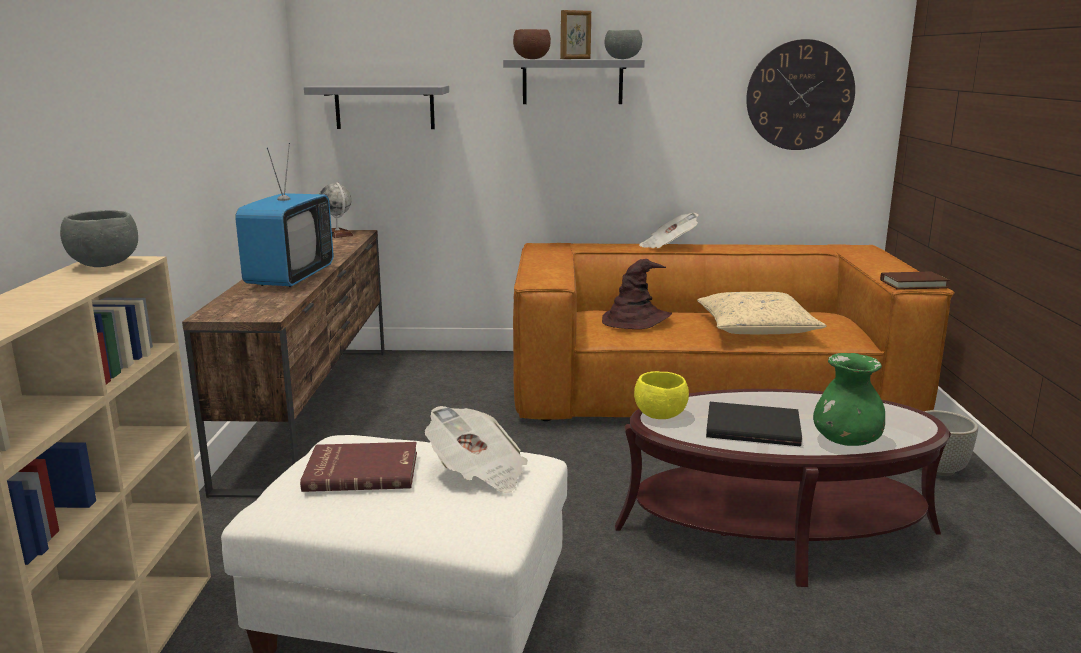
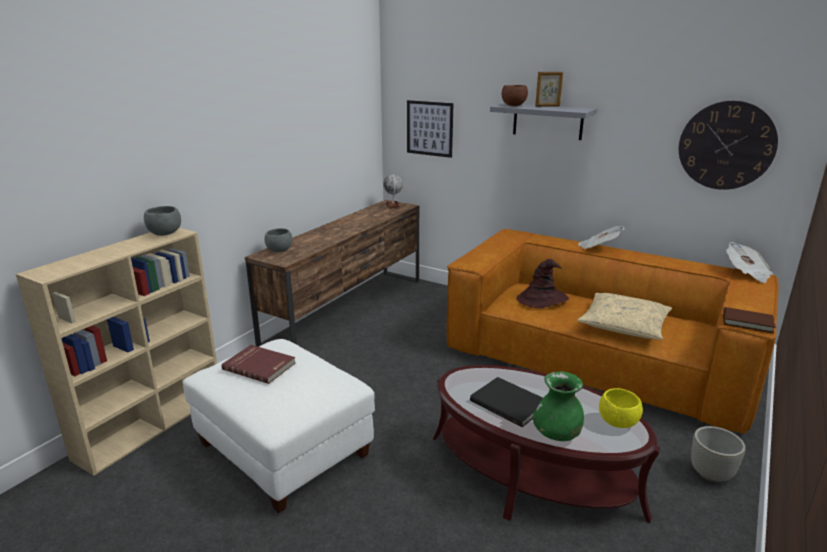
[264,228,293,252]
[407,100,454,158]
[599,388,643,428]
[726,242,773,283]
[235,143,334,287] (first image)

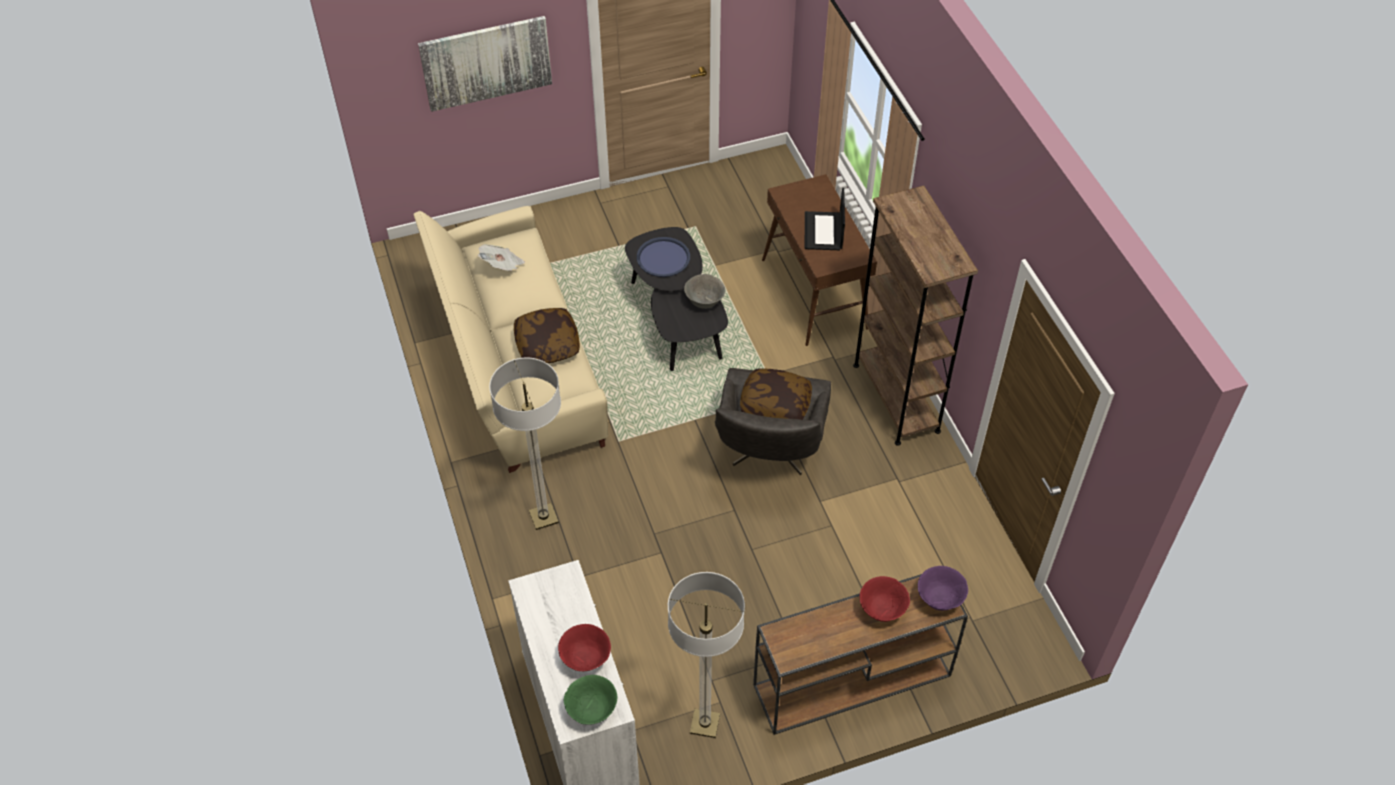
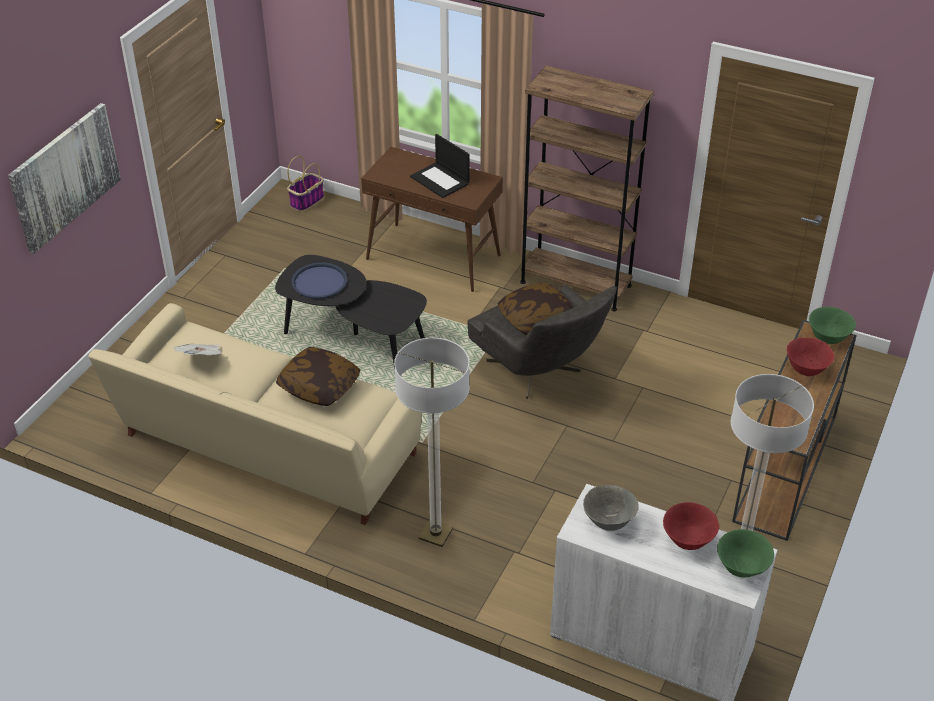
[287,156,324,212]
[583,485,639,531]
[809,307,856,344]

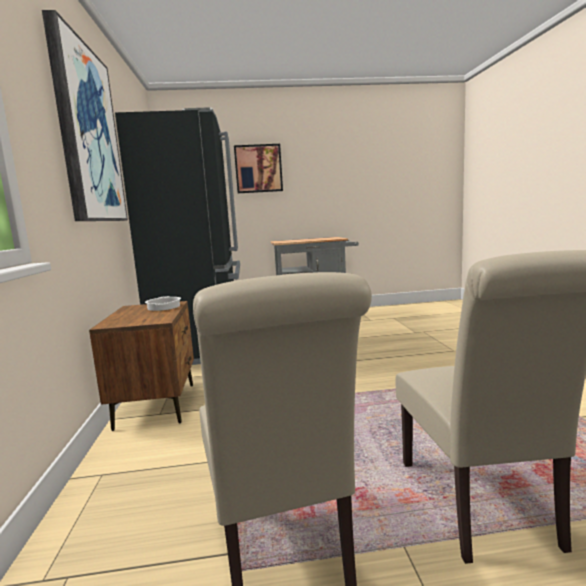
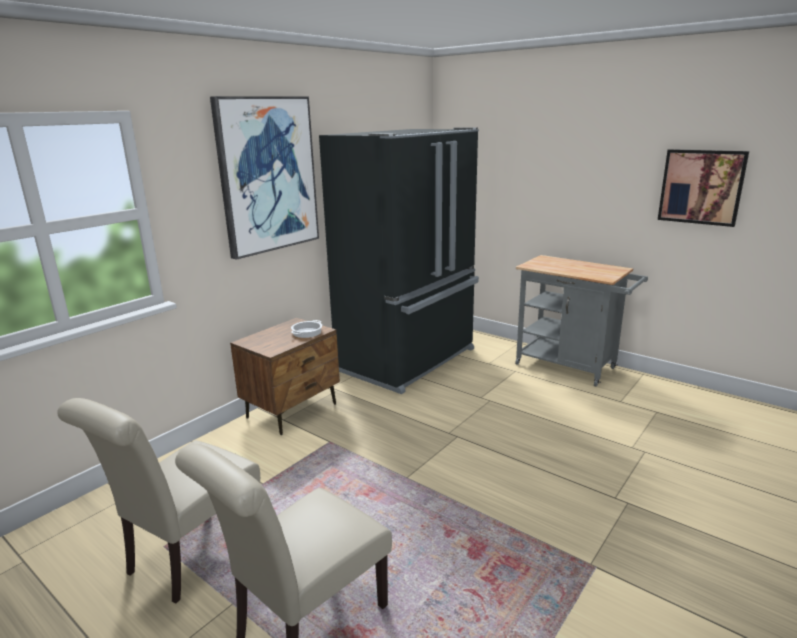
[658,149,749,227]

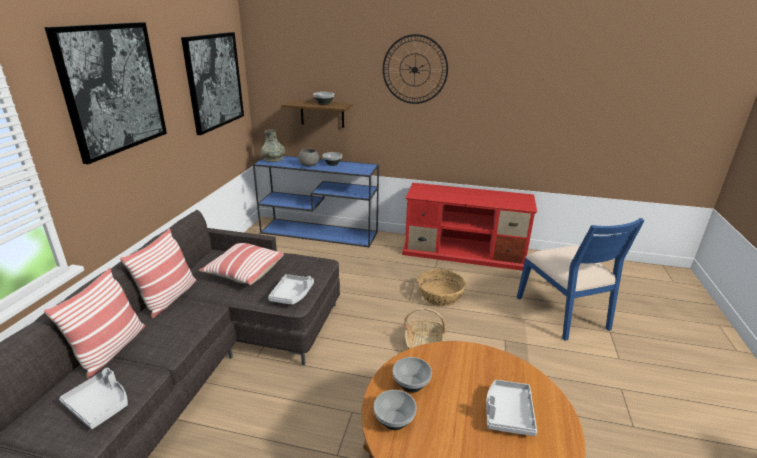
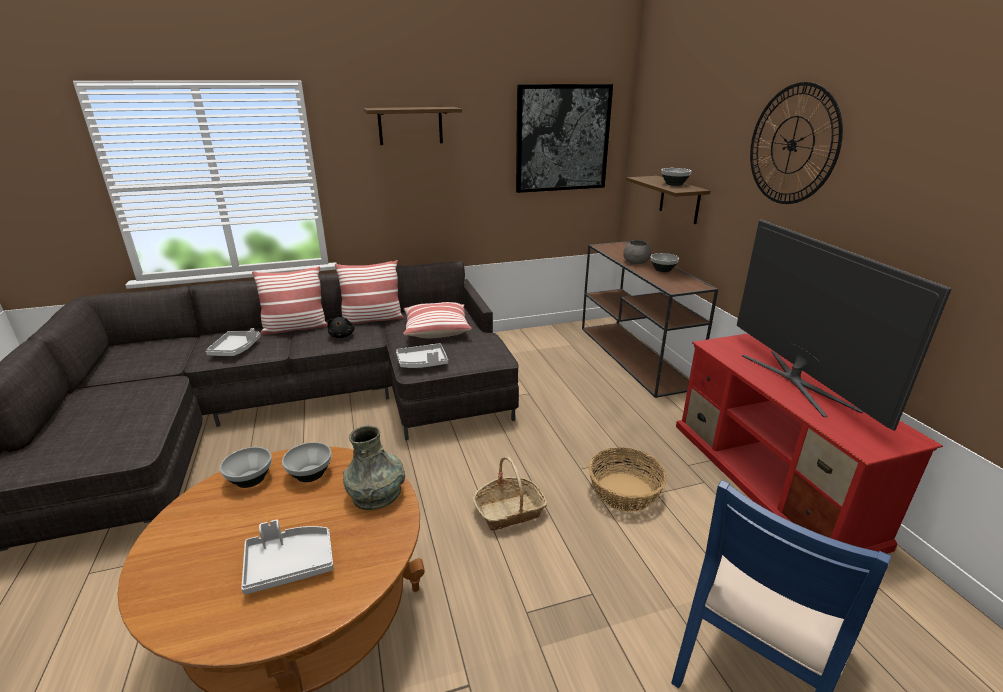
[327,317,355,338]
[343,425,405,510]
[363,107,462,145]
[582,241,718,398]
[737,220,952,430]

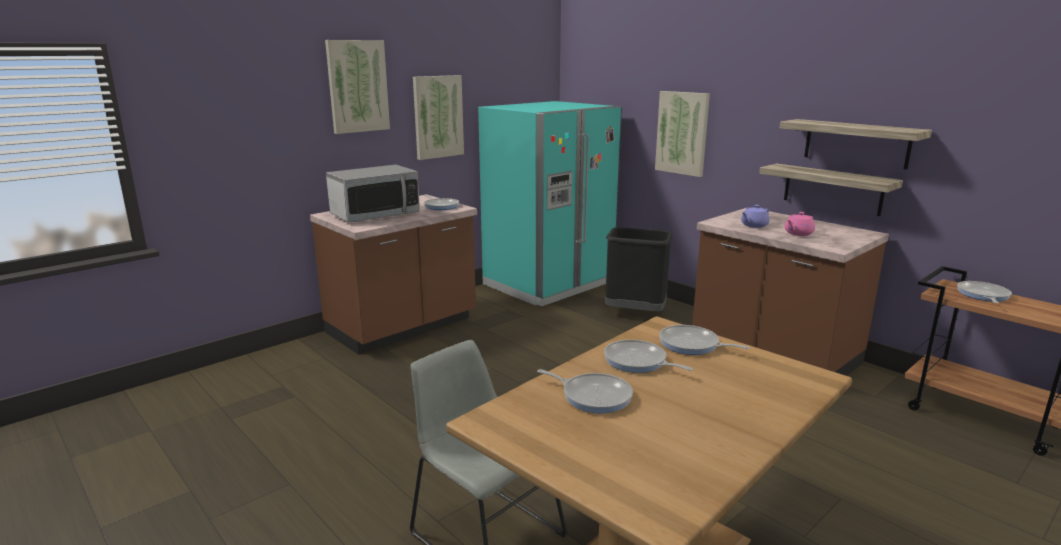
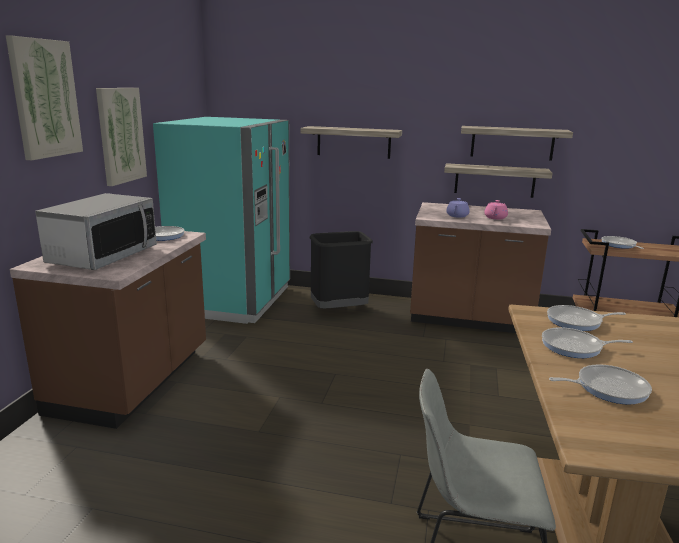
[301,126,402,159]

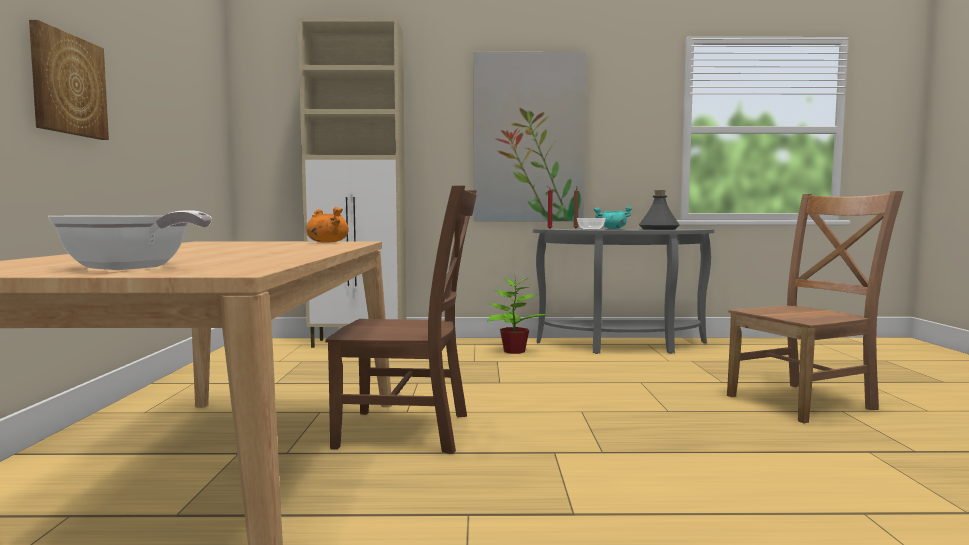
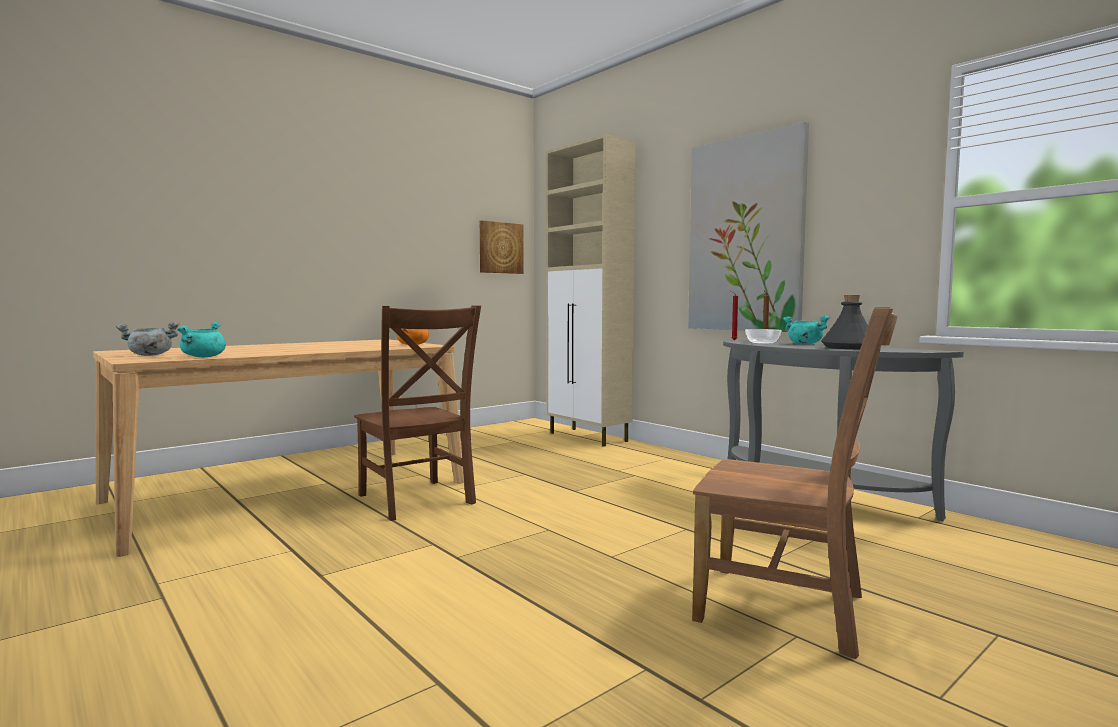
[116,322,180,356]
[177,322,226,357]
[480,220,524,274]
[487,274,547,354] (first image)

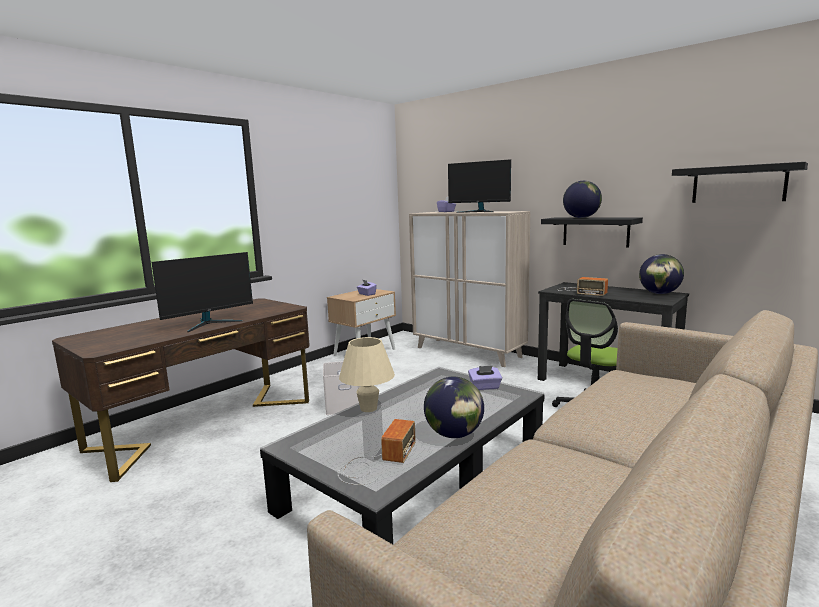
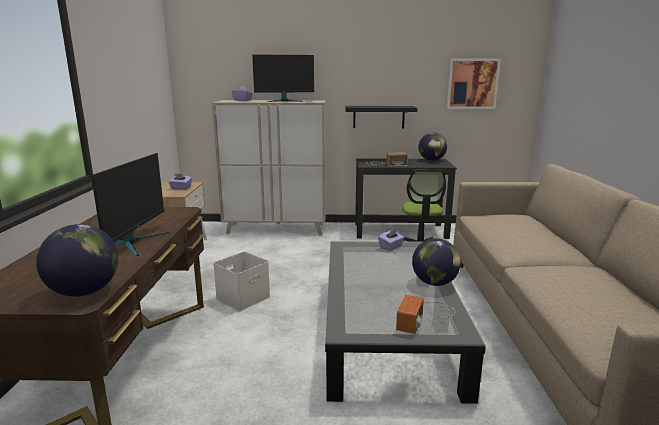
[36,224,119,297]
[396,295,455,334]
[447,59,501,109]
[339,337,395,412] (first image)

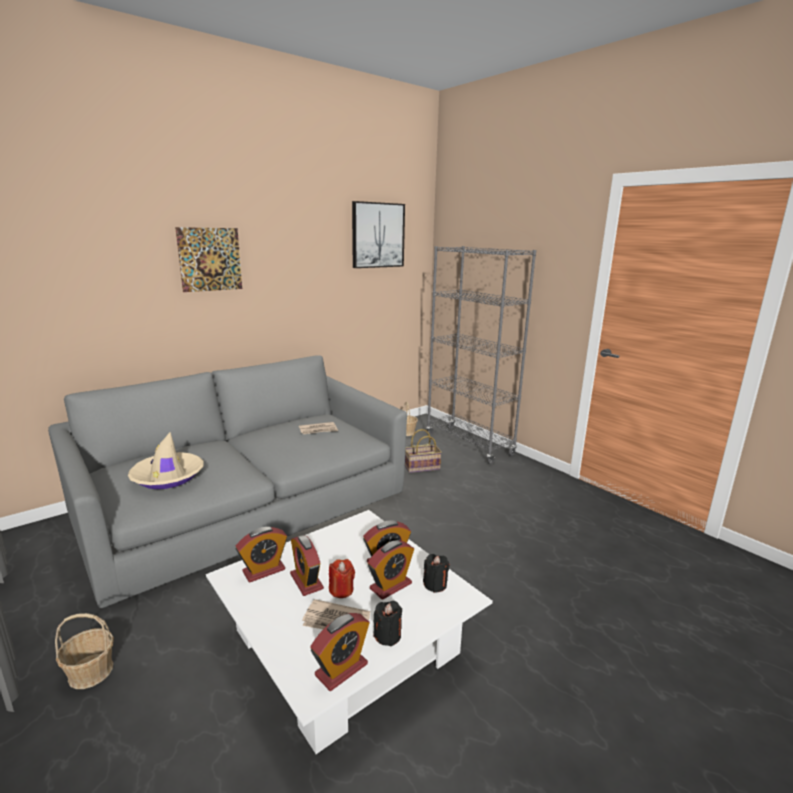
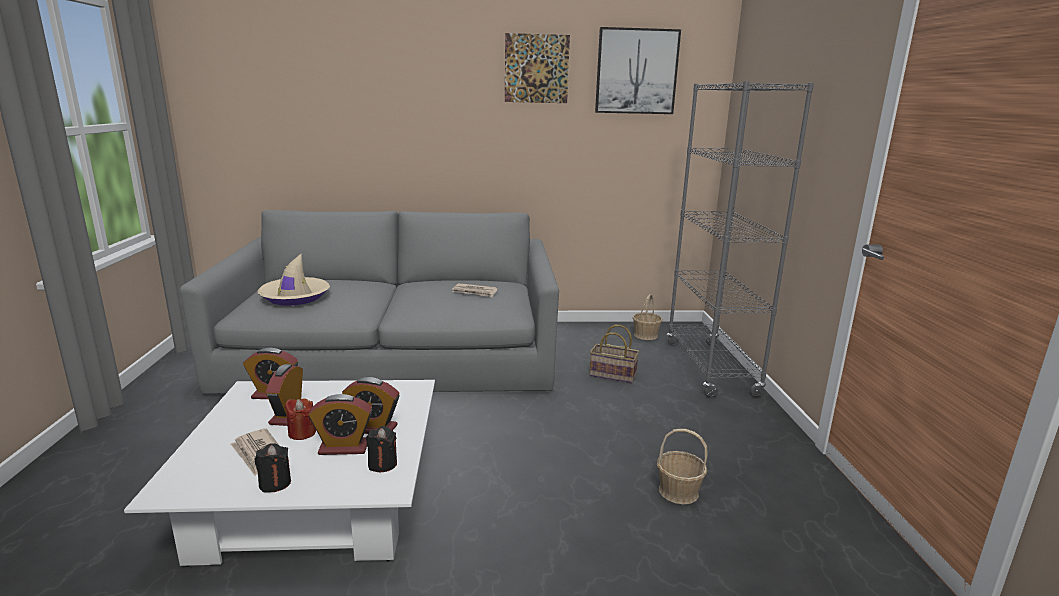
[505,33,570,103]
[657,429,708,505]
[310,613,369,691] (first image)

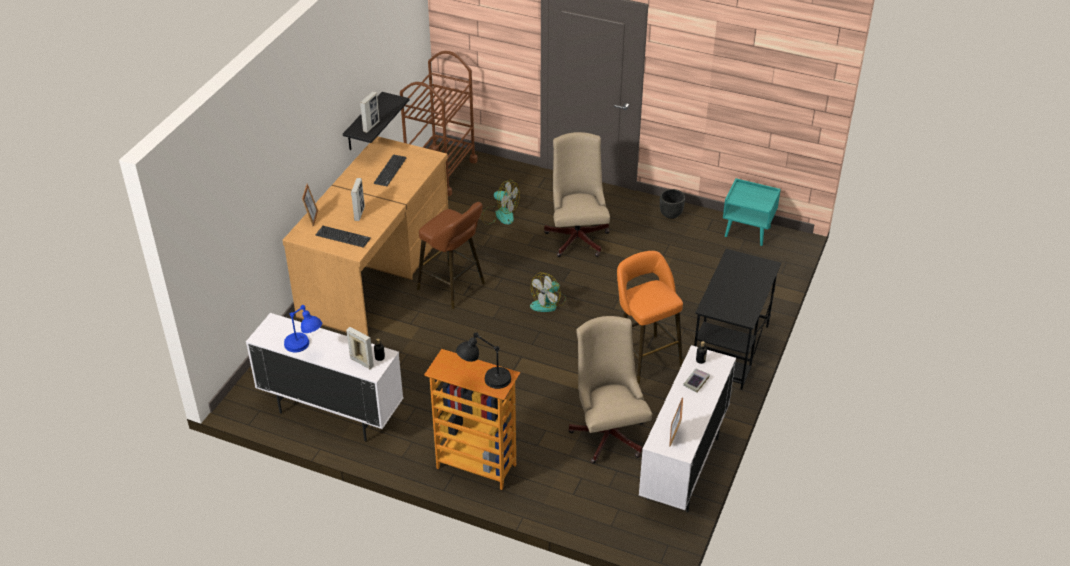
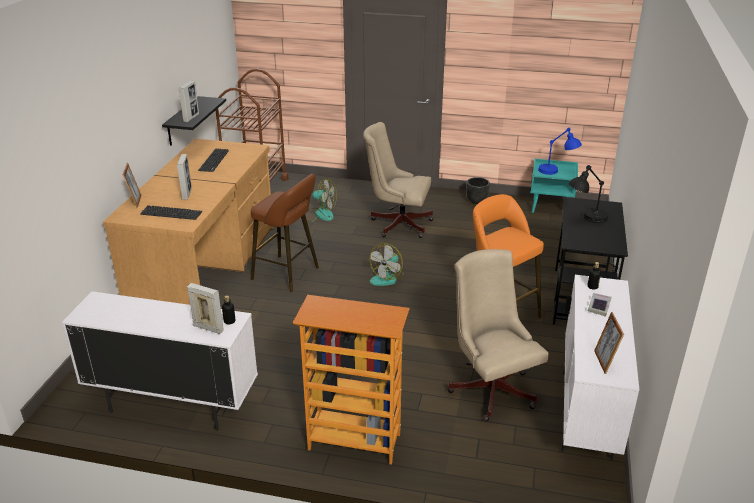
[363,122,433,238]
[538,128,582,175]
[568,165,608,223]

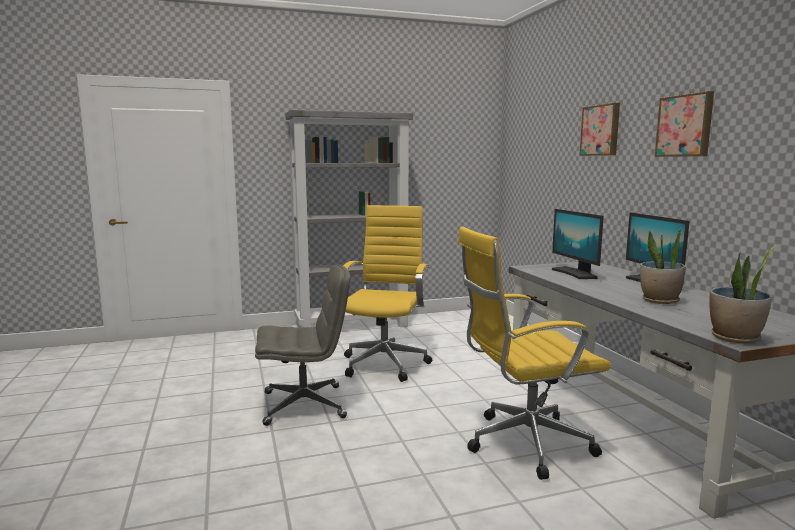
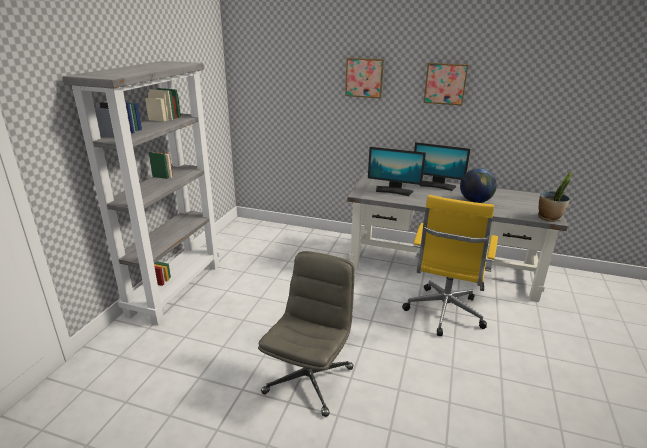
[460,168,497,203]
[343,205,432,382] (first image)

